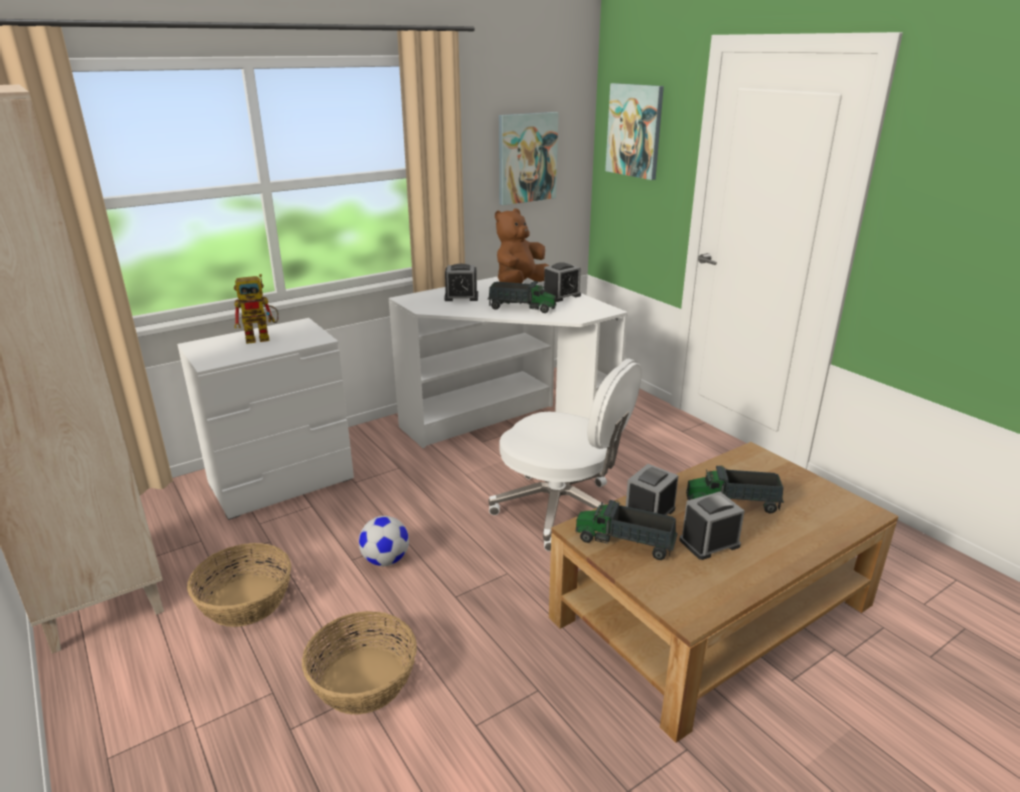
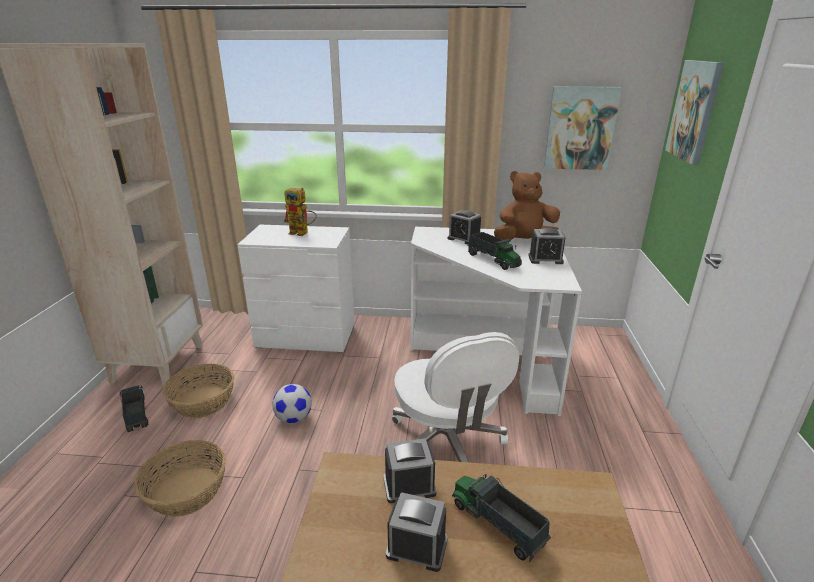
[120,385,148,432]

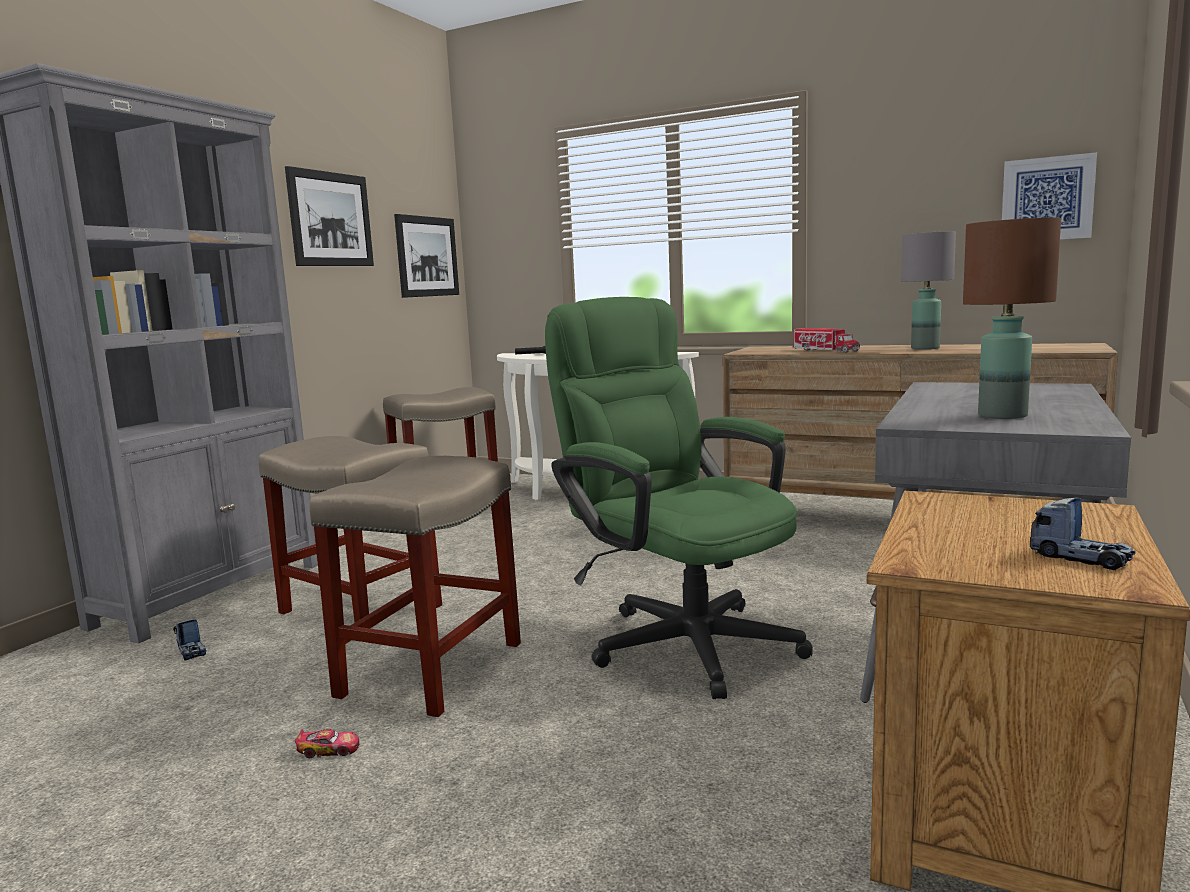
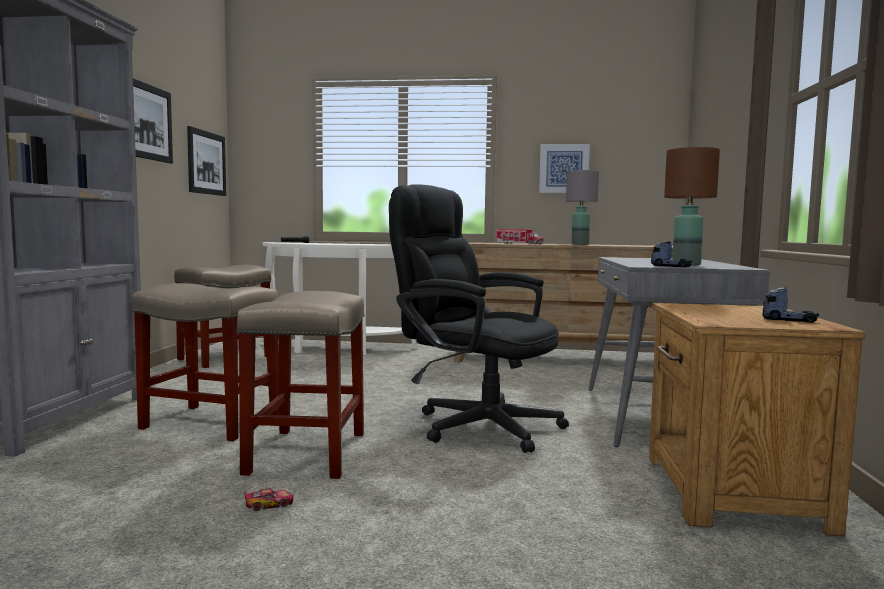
[389,185,569,453]
[539,144,590,193]
[651,241,692,267]

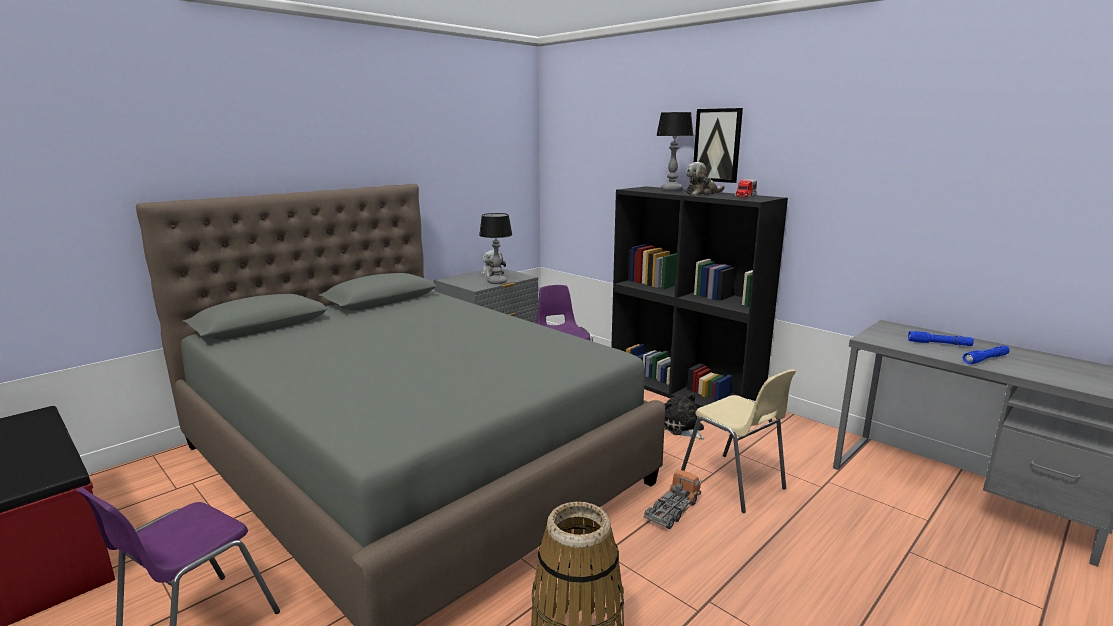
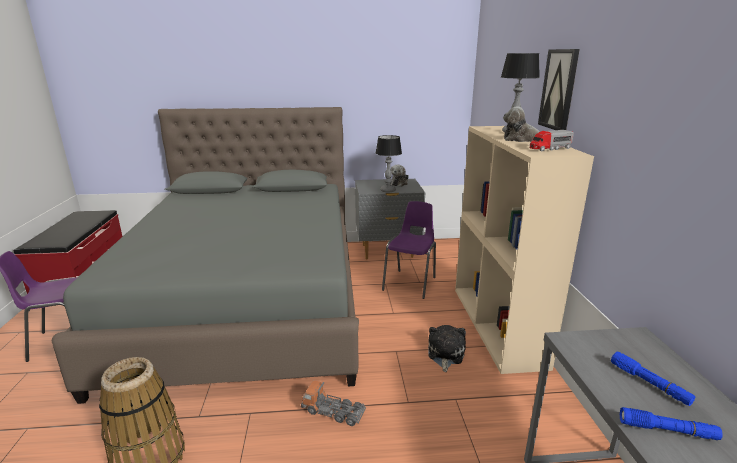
[301,381,366,426]
[455,126,594,374]
[681,369,796,513] (first image)

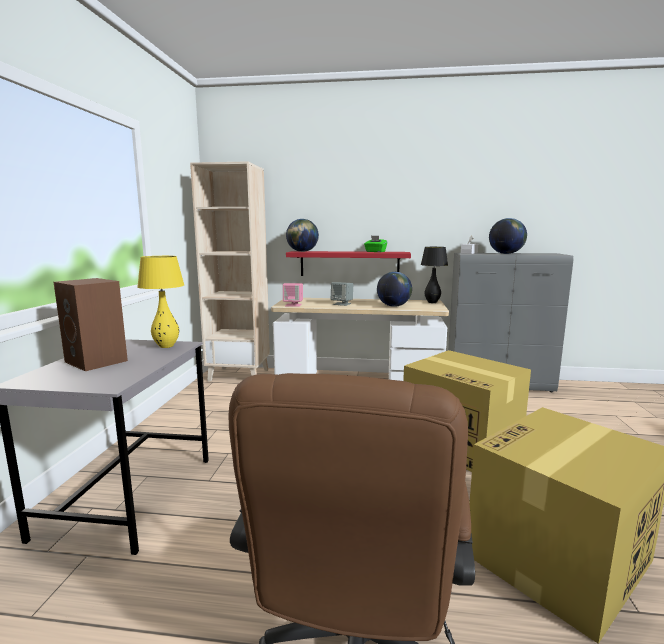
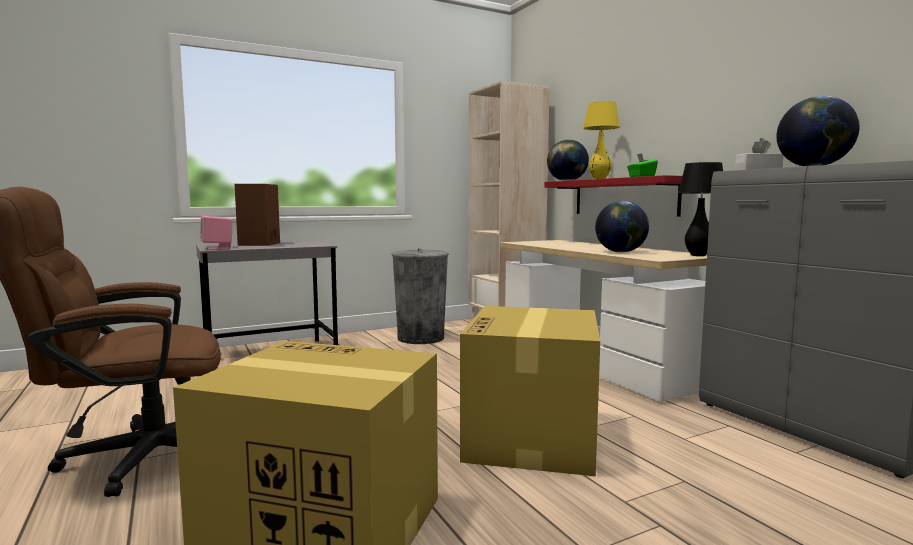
[200,216,233,250]
[392,248,449,344]
[583,101,620,179]
[331,282,353,306] (first image)

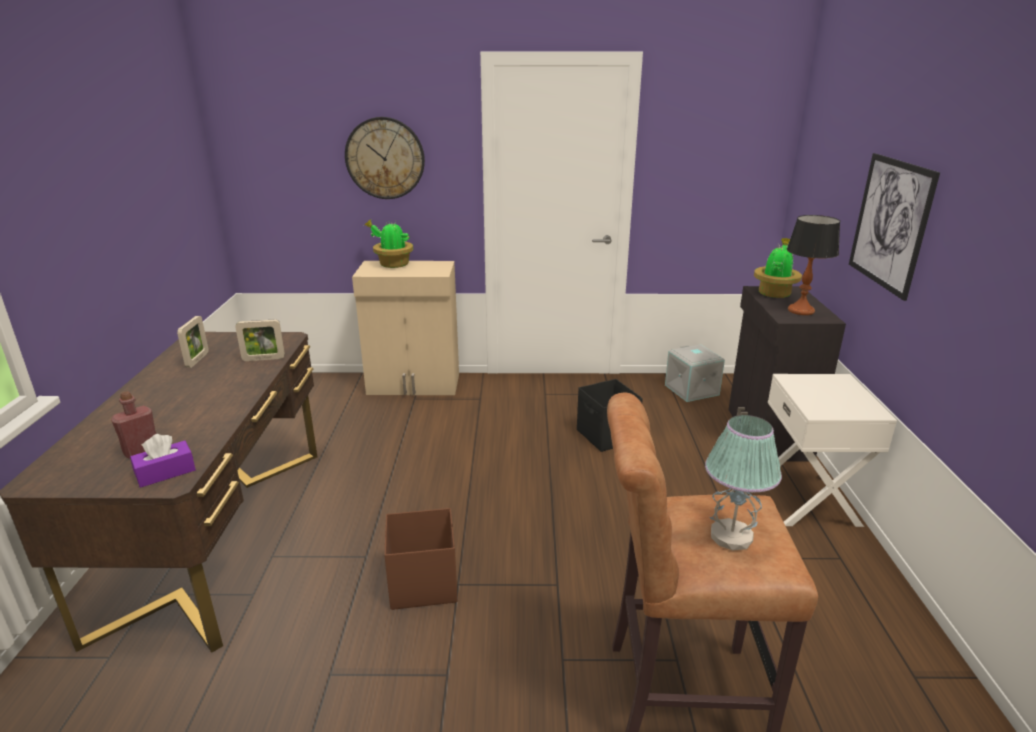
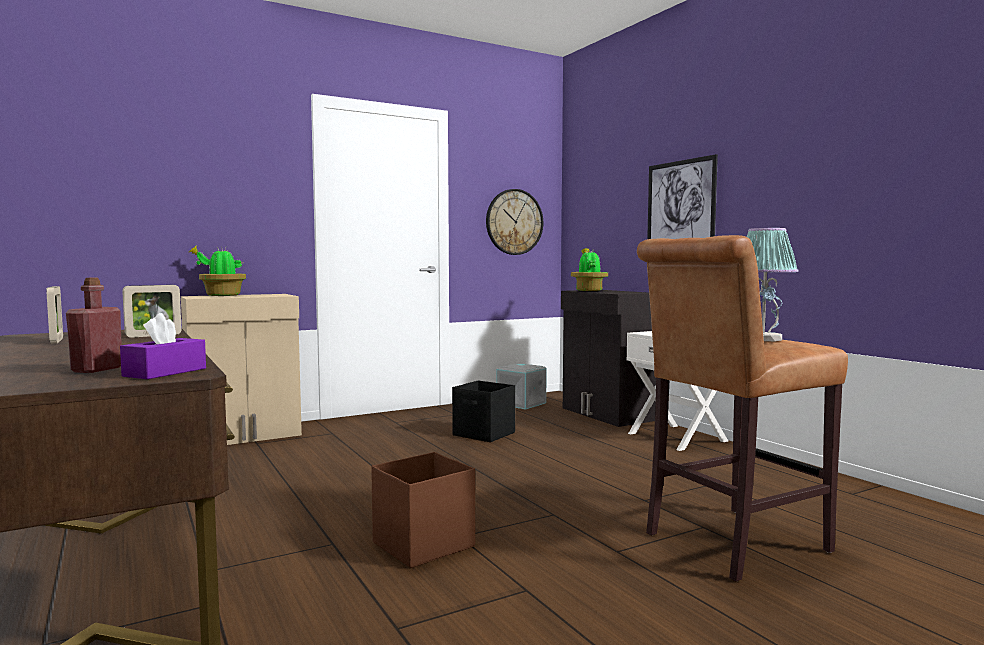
[486,189,543,255]
[787,215,840,315] (first image)

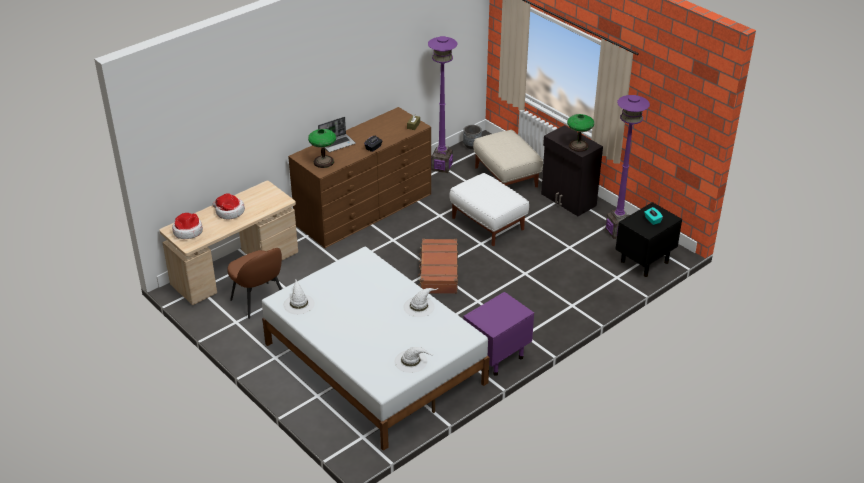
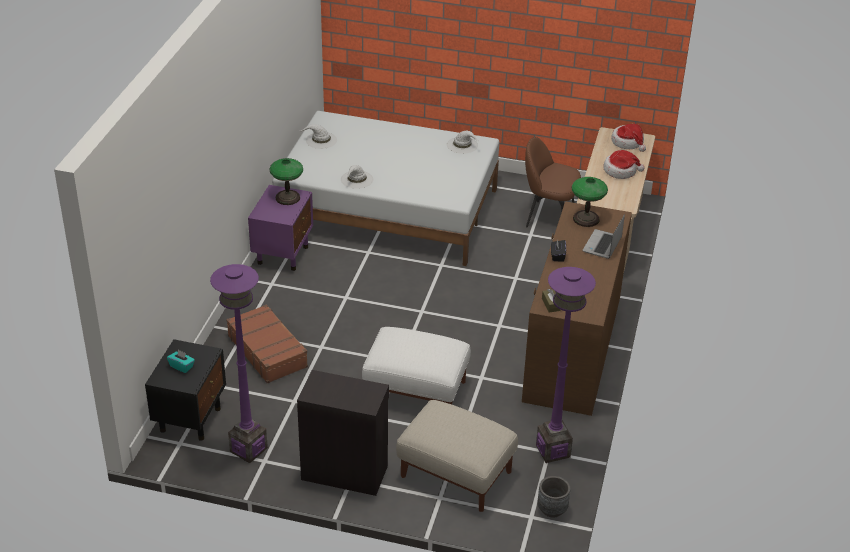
[226,304,308,383]
[270,158,303,205]

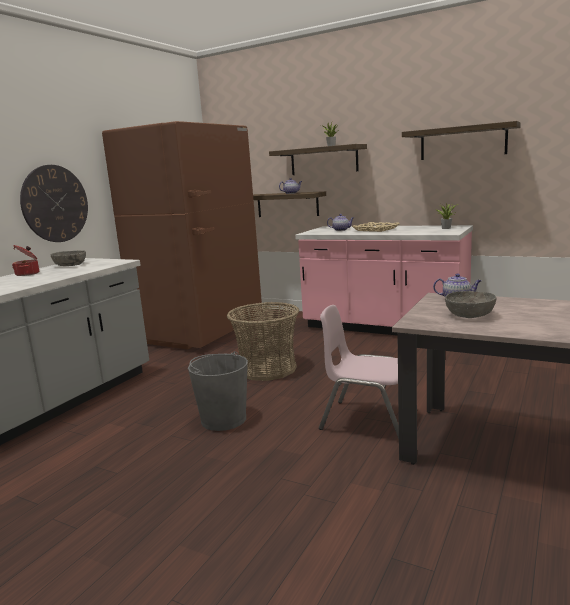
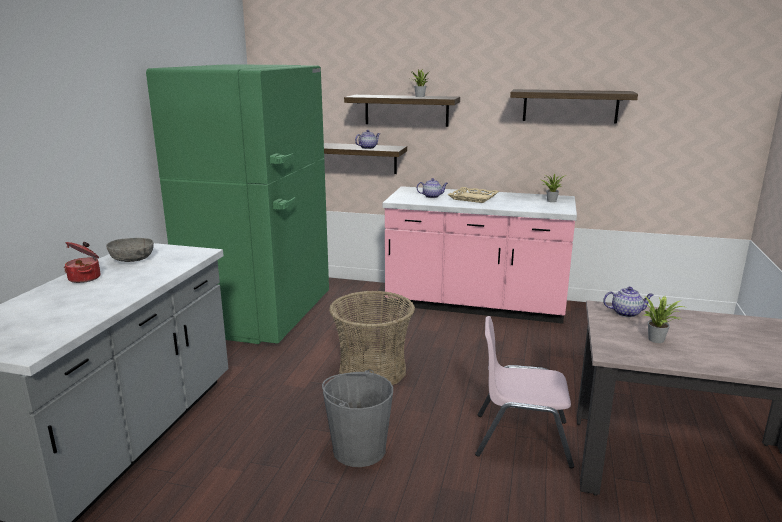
[146,64,329,344]
[643,296,684,343]
[20,165,88,242] (first image)

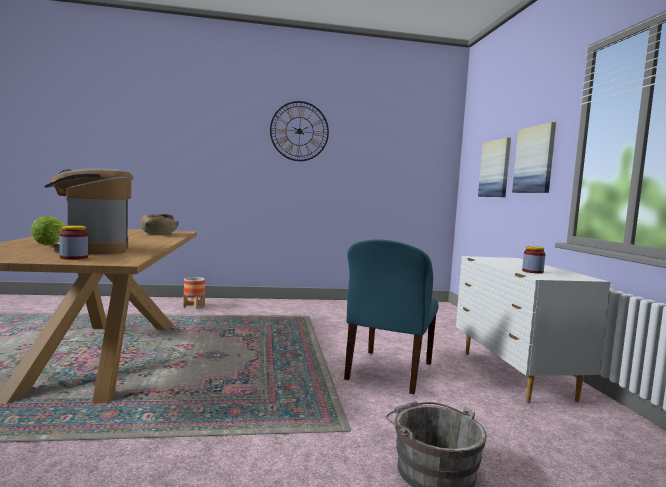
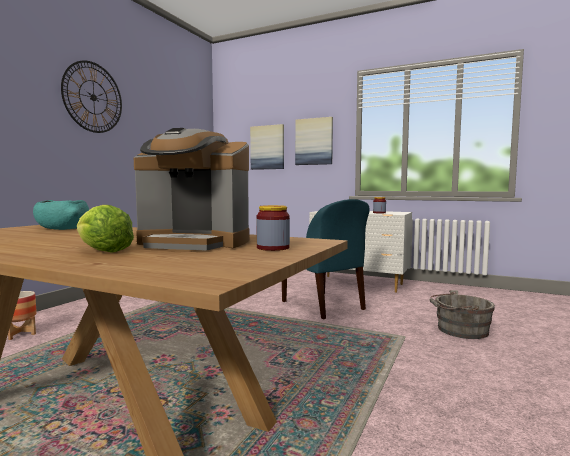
[33,200,89,230]

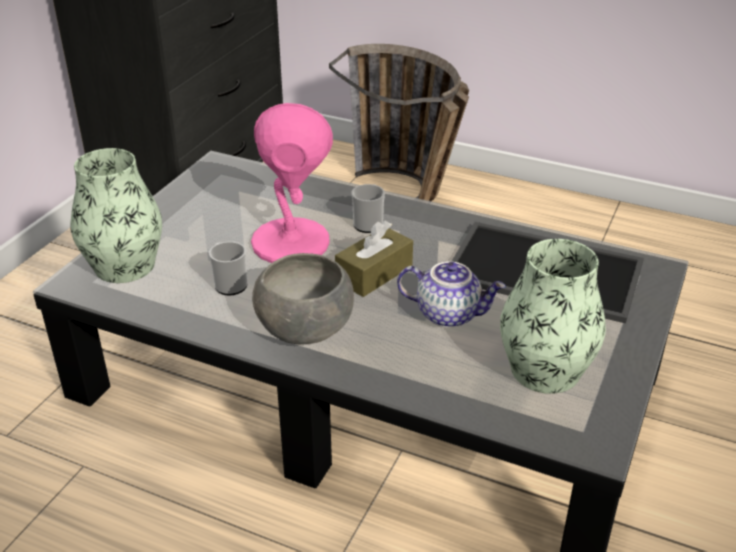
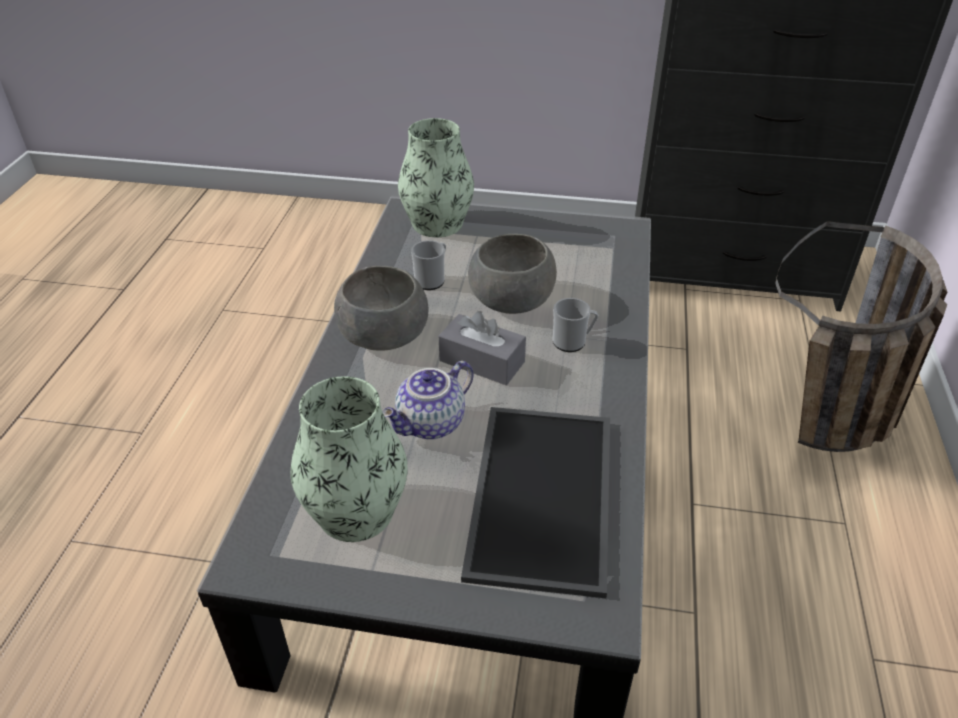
[382,361,474,440]
[439,311,526,385]
[468,234,557,314]

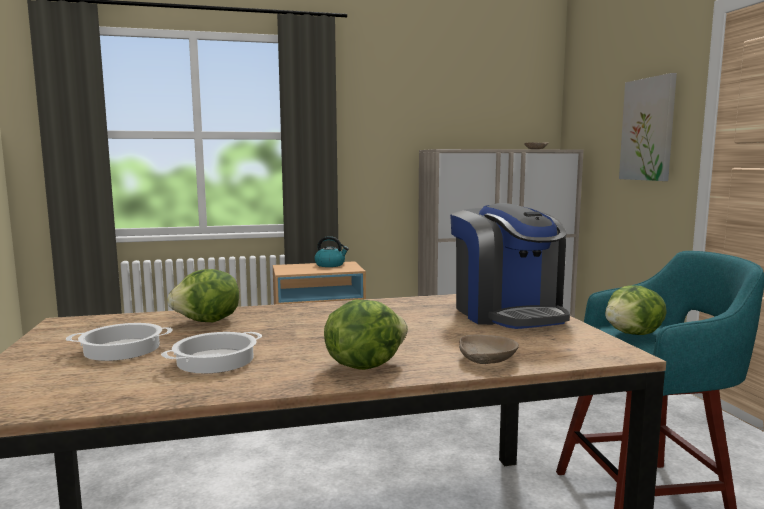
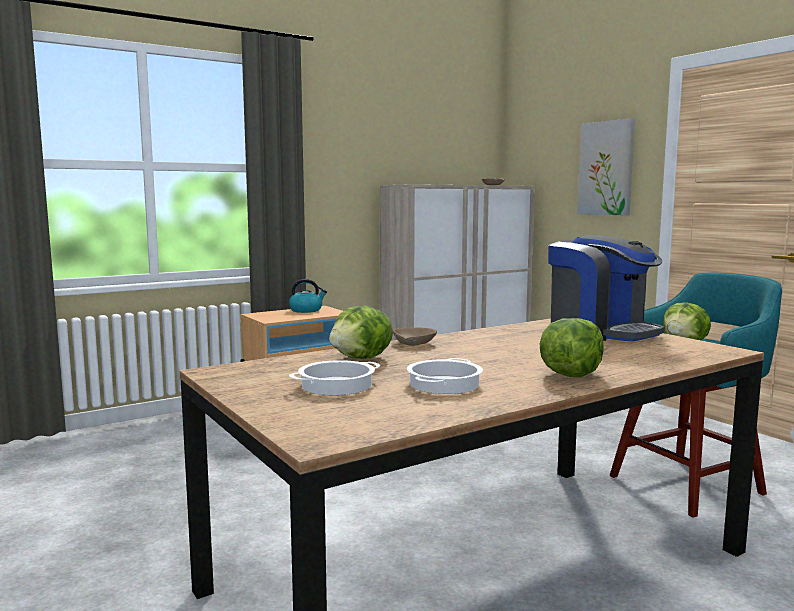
[393,327,437,346]

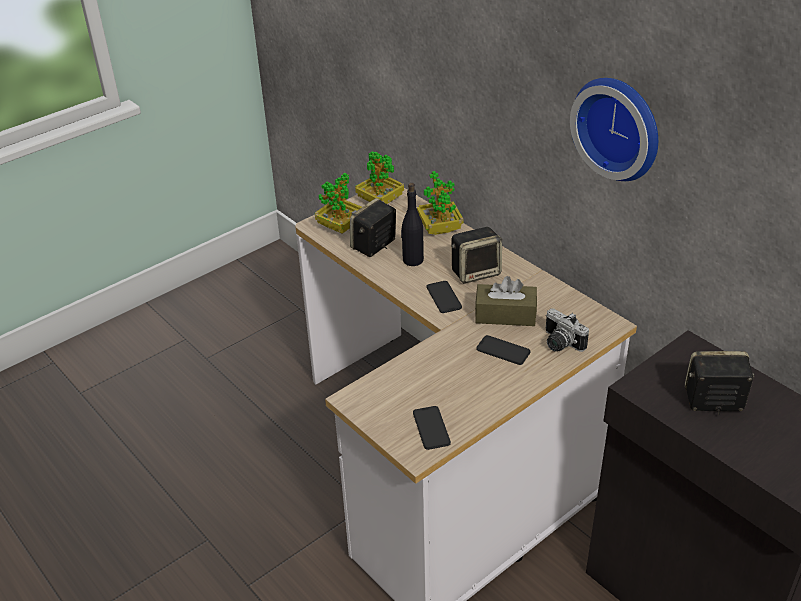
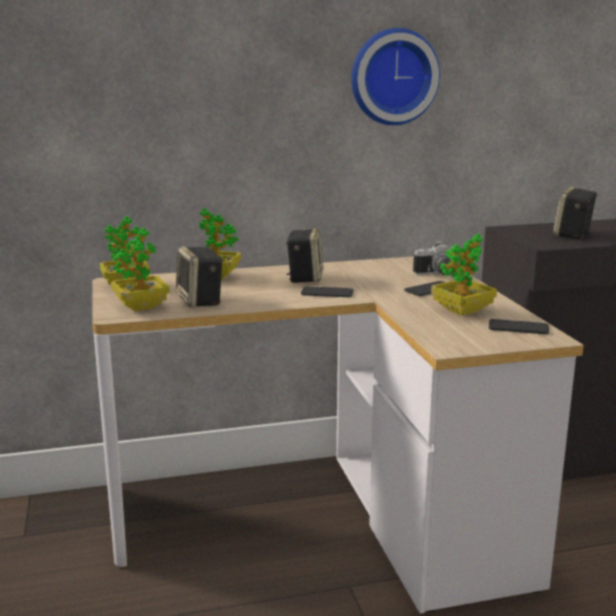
[431,234,497,316]
[401,183,424,266] (first image)
[475,276,537,326] (first image)

